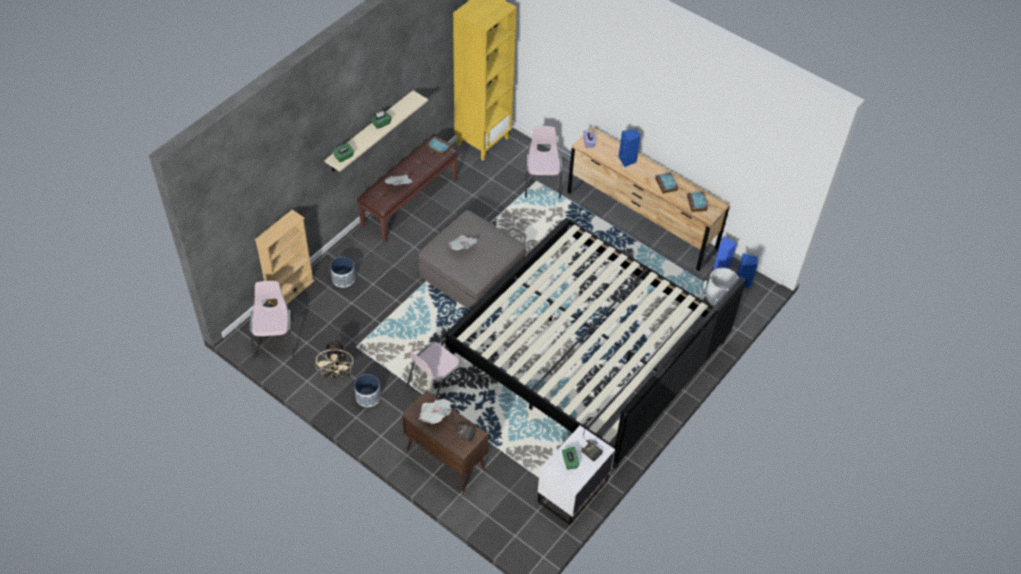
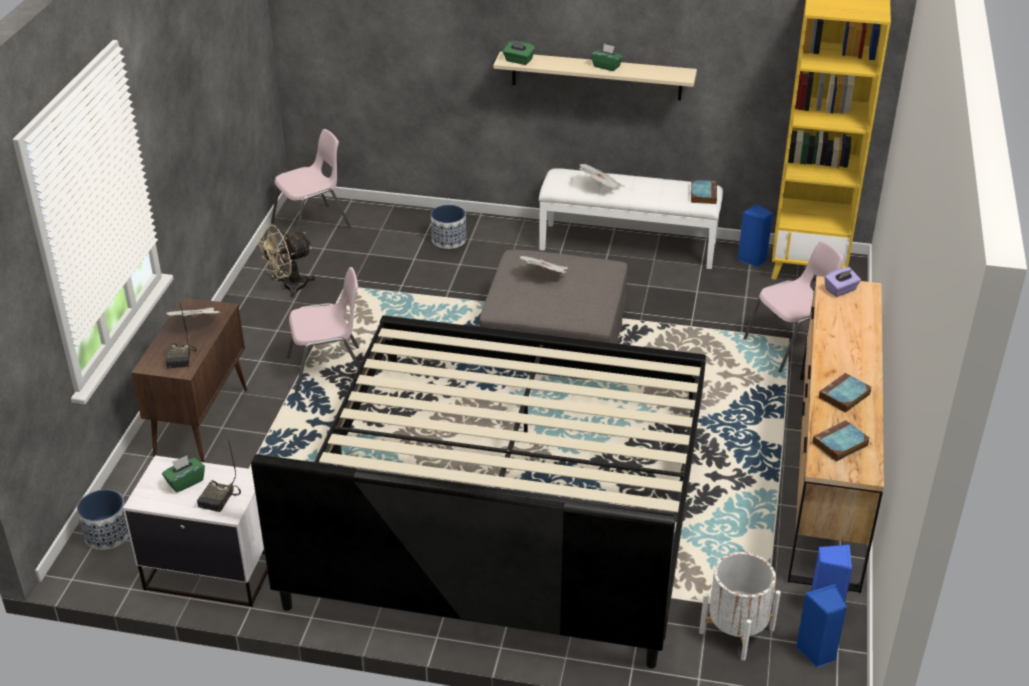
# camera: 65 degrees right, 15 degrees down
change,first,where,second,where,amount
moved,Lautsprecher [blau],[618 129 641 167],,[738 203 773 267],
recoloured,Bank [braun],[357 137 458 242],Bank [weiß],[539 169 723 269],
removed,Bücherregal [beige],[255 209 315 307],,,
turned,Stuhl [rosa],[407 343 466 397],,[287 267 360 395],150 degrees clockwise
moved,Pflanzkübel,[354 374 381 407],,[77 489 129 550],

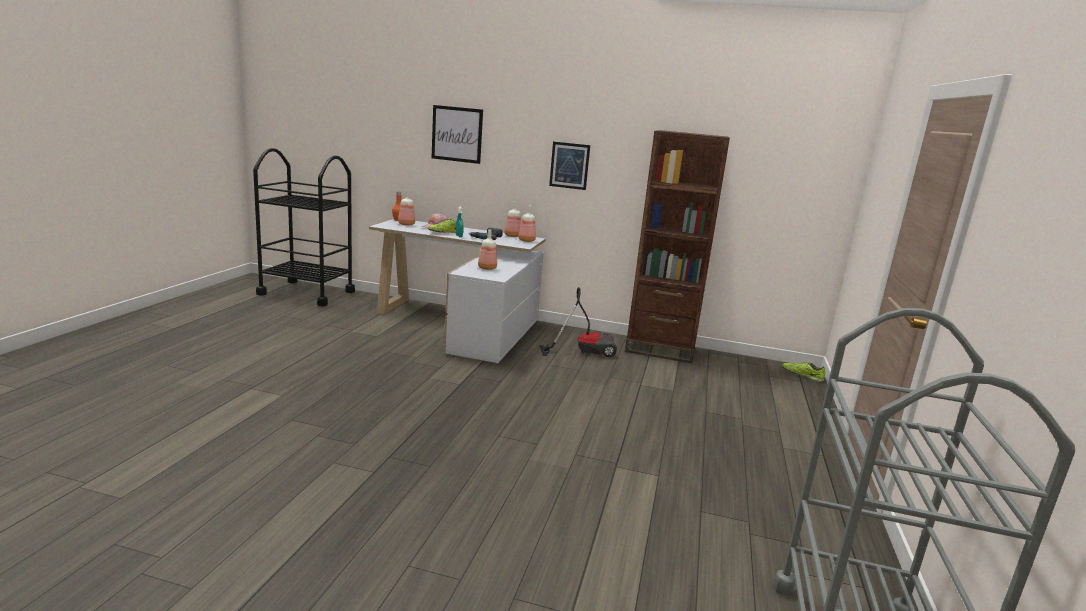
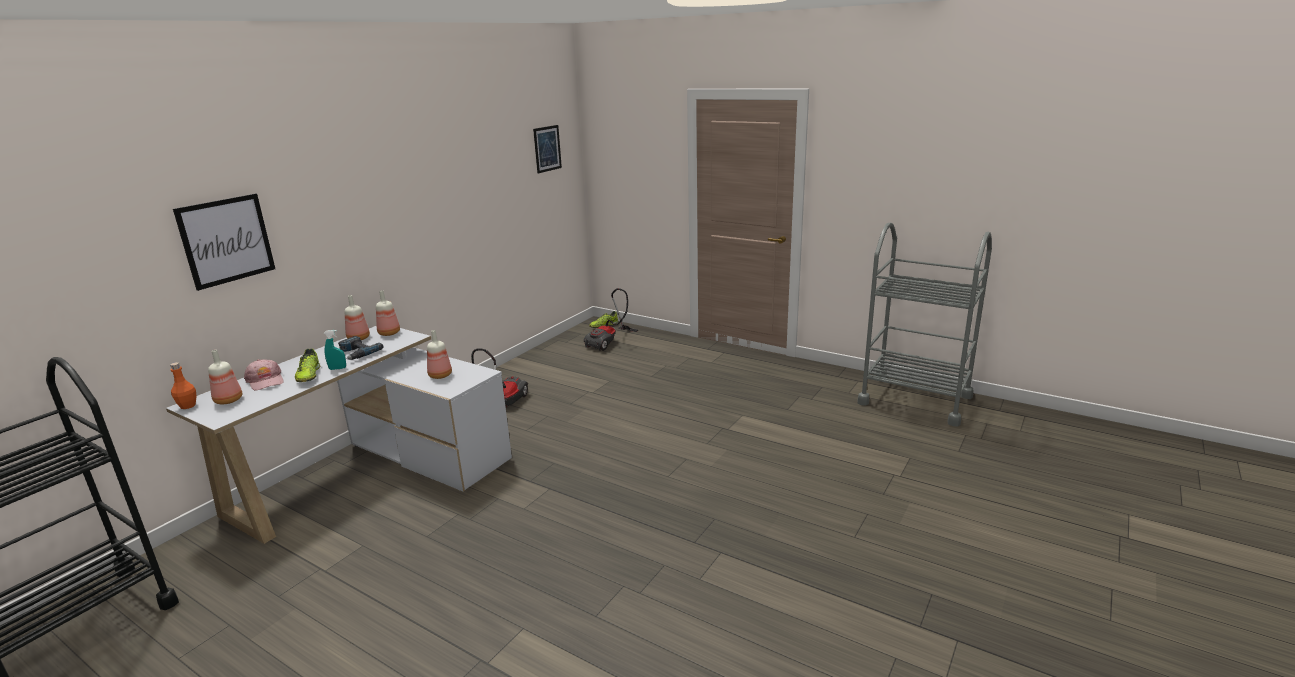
# camera: 70 degrees left, 5 degrees up
change,first,where,second,where,amount
removed,Bücherregal [braun],[625 130 730 363],,,
moved,Bild,[549 142 590 190],,[533 125 562 173],
added,,,Staubsauger,[584 288 639 351],

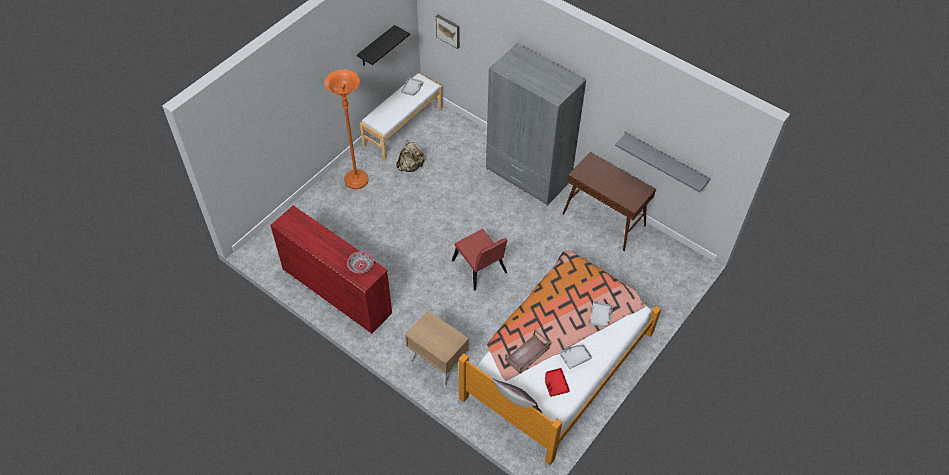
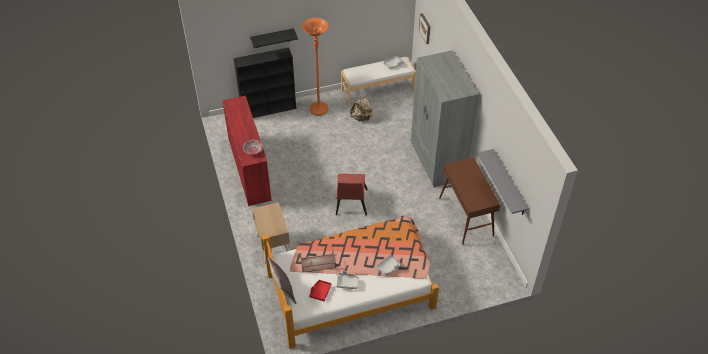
# camera: 35 degrees right, 5 degrees down
change,first,where,second,where,amount
moved,Wandregal [schwarz],[357 25 410 65],,[250 28 298 48],
added,,,Bücherregal [schwarz],[234 47 296 118],

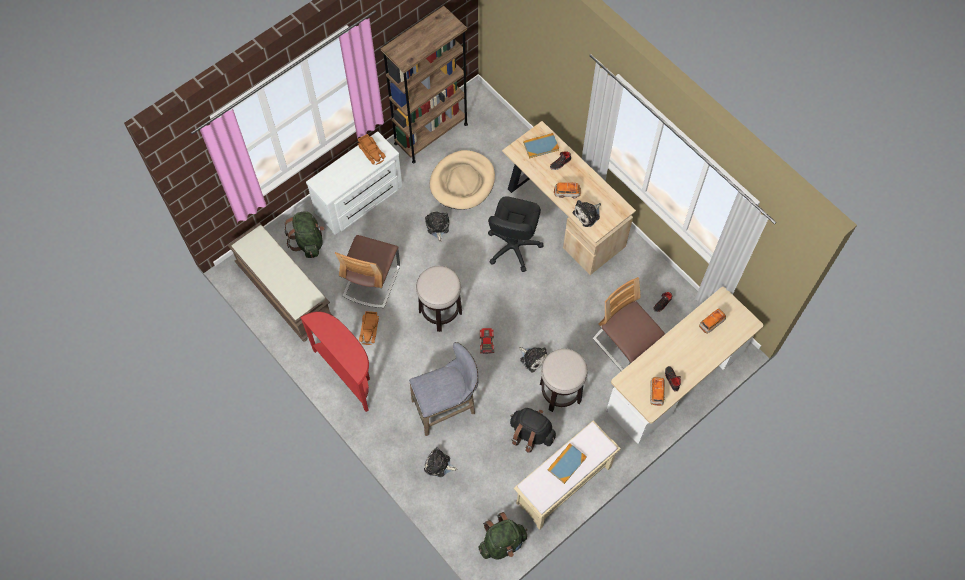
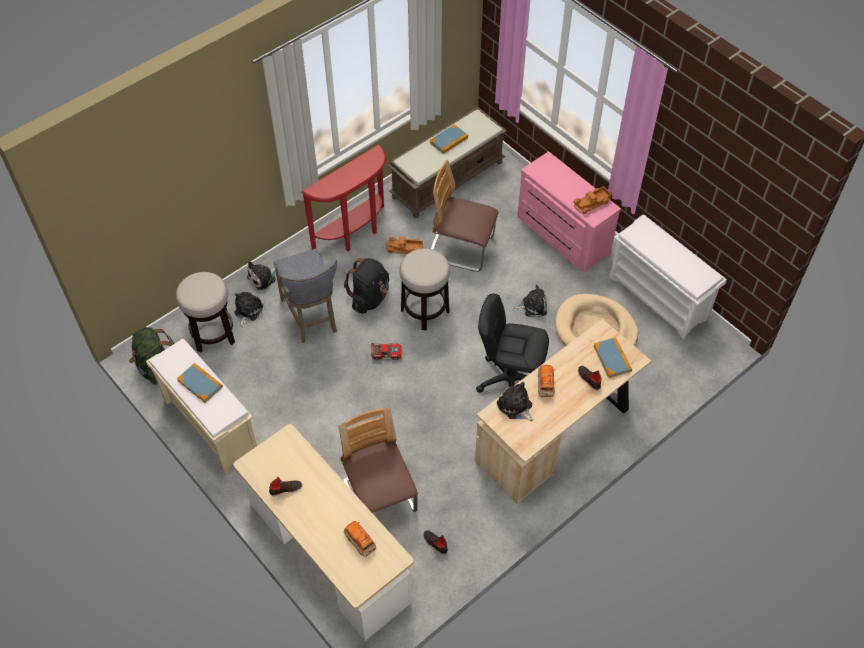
# camera: 90 degrees right, 10 degrees down
change,first,where,second,where,amount
replaced,Bücherregal [braun],[381 6 468 164],Bank [weiß],[609 214 727 339],
recoloured,Kommode [weiß],[306 131 402 235],Kommode [rosa],[517 151 621 273],
removed,Rucksack [grün],[284 211 324 258],,,
turned,Stuhl,[592 277 665 371],,[338 408 418 513],75 degrees counterclockwise
moved,Plüschtier,[519 347 547 373],,[247 261 276 290],
moved,Hocker,[540 349 588 412],,[176 272 235 352],
removed,Spielzeugauto,[650 377 665 406],,,
moved,Rucksack [schwarz],[510 408 556 453],,[344 258 389 314],
added,,,Buch,[430 124 468 154],

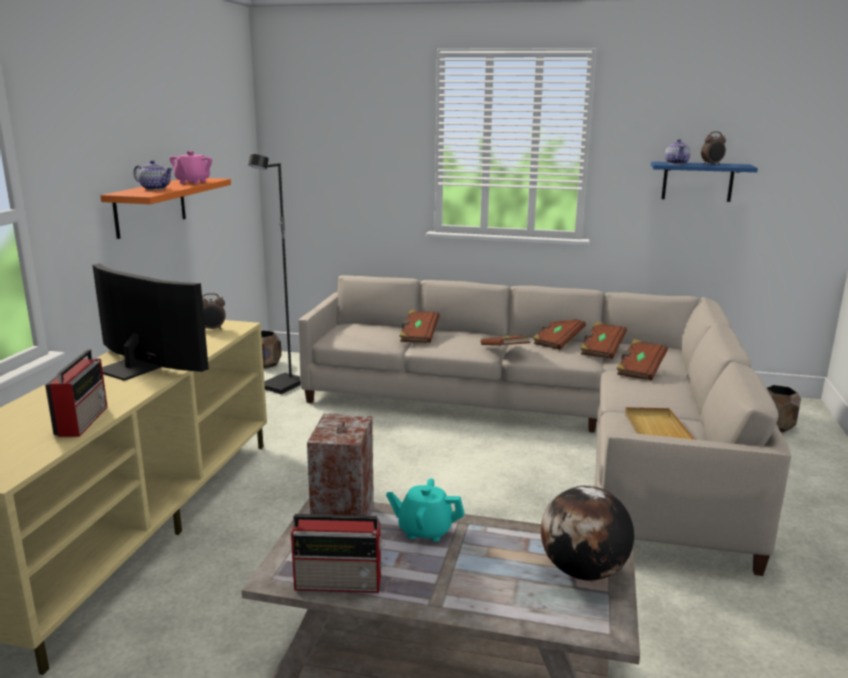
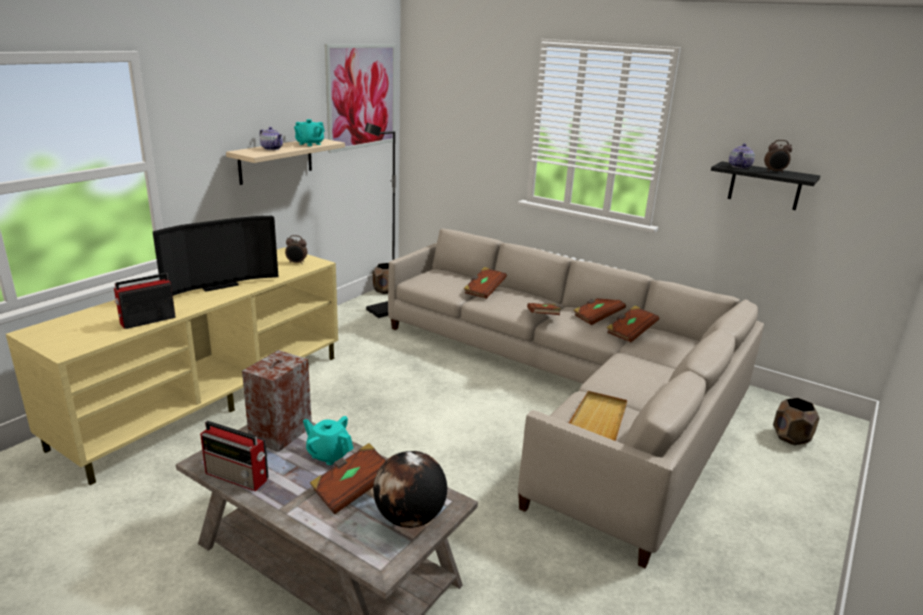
# camera: 20 degrees right, 5 degrees up
change,first,where,second,where,amount
recoloured,Teekanne [rosa],[170 151 212 184],Teekanne [türkis],[294 119 325 146],
recoloured,Wandregal [blau],[651 162 758 202],Wandregal [schwarz],[711 161 820 210],
recoloured,Wandregal [orange],[100 178 231 239],Wandregal [beige],[226 139 345 185],
turned,Fernseher,[93 263 209 381],,[152 216 278 296],90 degrees clockwise
moved,Buch [braun],[616 339 668 380],,[310 443 386 515],
turned,Radio,[45 349 108 437],,[114 273 176 329],150 degrees counterclockwise
added,,,Bild,[325 44 396 153],

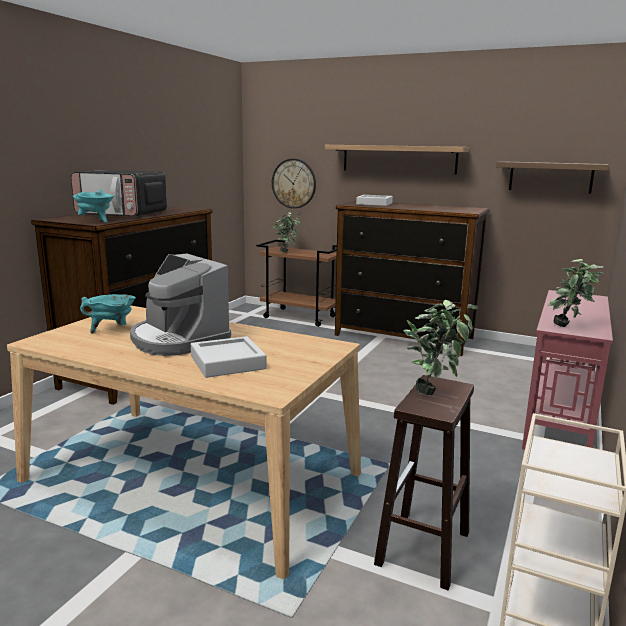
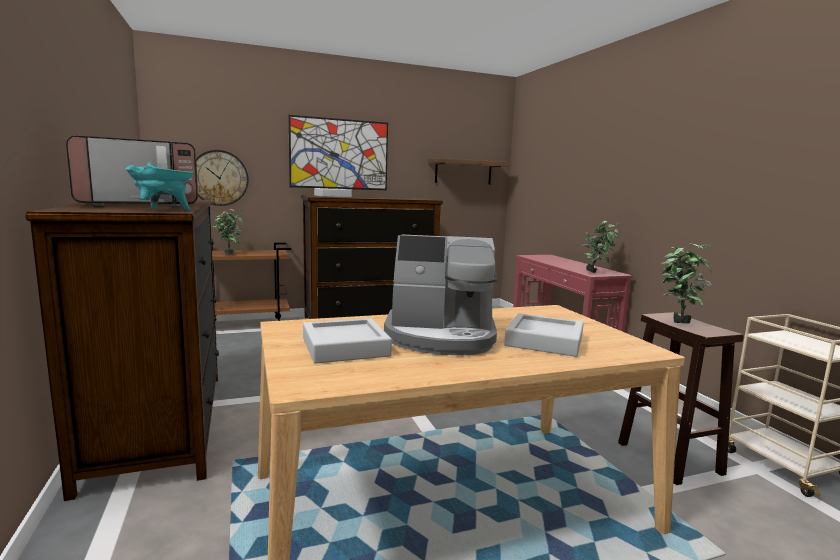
# camera: 45 degrees left, 5 degrees down
change,first,where,second,where,amount
replaced,Wandregal,[325 145 469 175],Bild,[288 115 388 190],
replaced,Kochtopf [türkis],[80 294 136 334],Tablett [grau],[303 318 392 364],

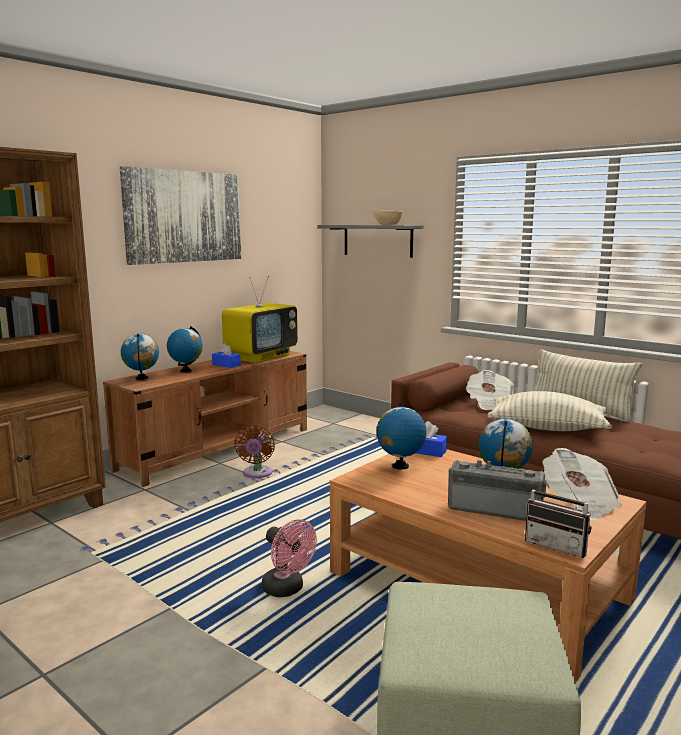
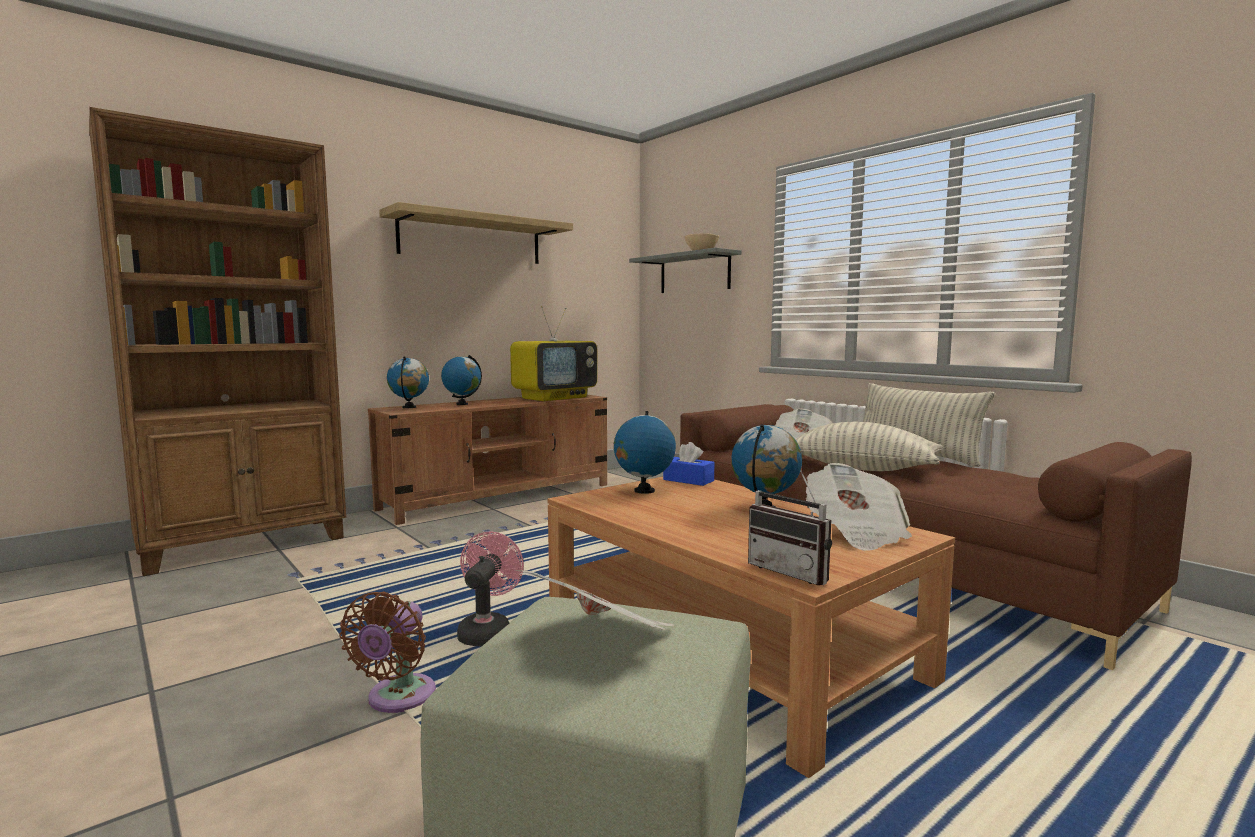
# camera: 10 degrees right, 5 degrees down
change,first,where,second,where,amount
replaced,Bild,[120 166 241 265],Wandregal,[379 202 573 264],
removed,Taschentuchbox [blau],[212 343 241 368],,,
moved,Ventilator [braun],[234 425 275 478],,[339 592 436 713],
removed,Radio,[448 460 547 521],,,
turned,Ventilator [rosa],[262 519 317 597],,[457 532 524 646],135 degrees counterclockwise
added,,,Zeitung,[515 570 674 629],

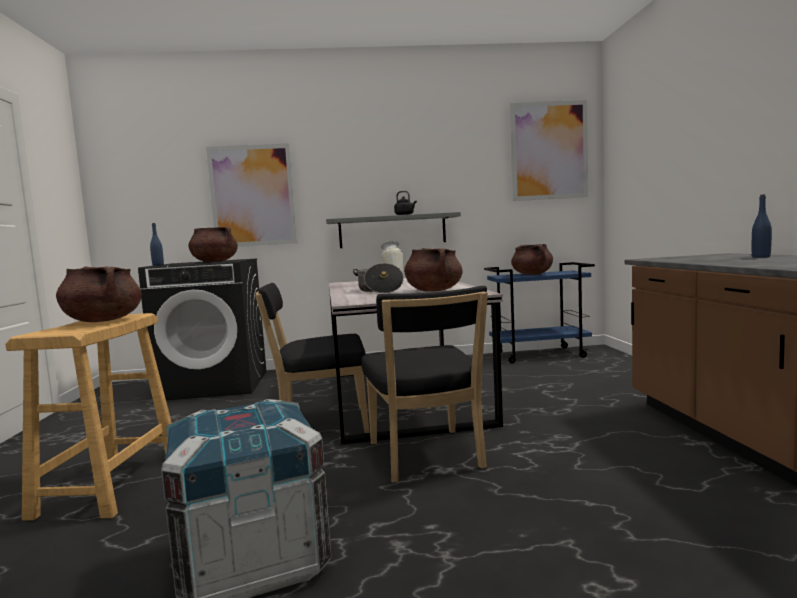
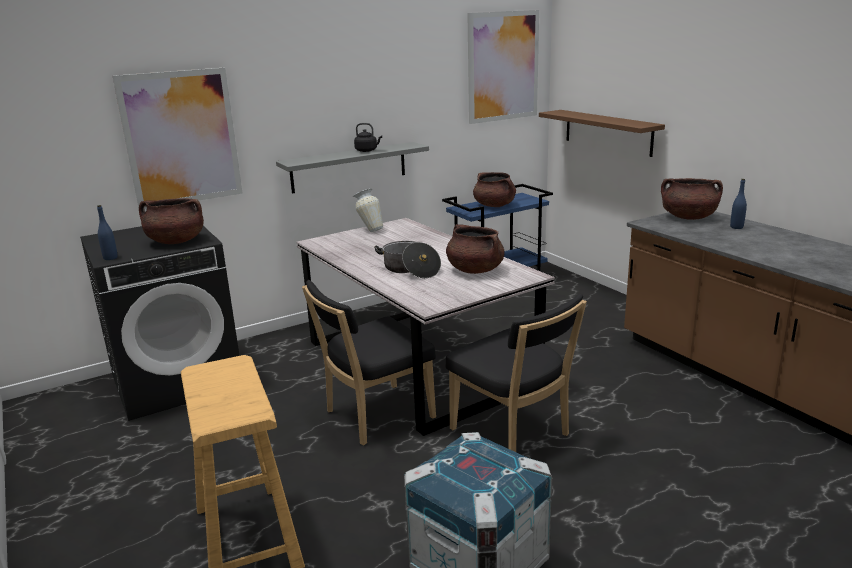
# camera: 25 degrees left, 15 degrees up
change,first,where,second,where,amount
moved,Kochtopf [braun],[56 267 142 322],,[661 178 723 220],
added,,,Wandregal [braun],[539 110 665 157],

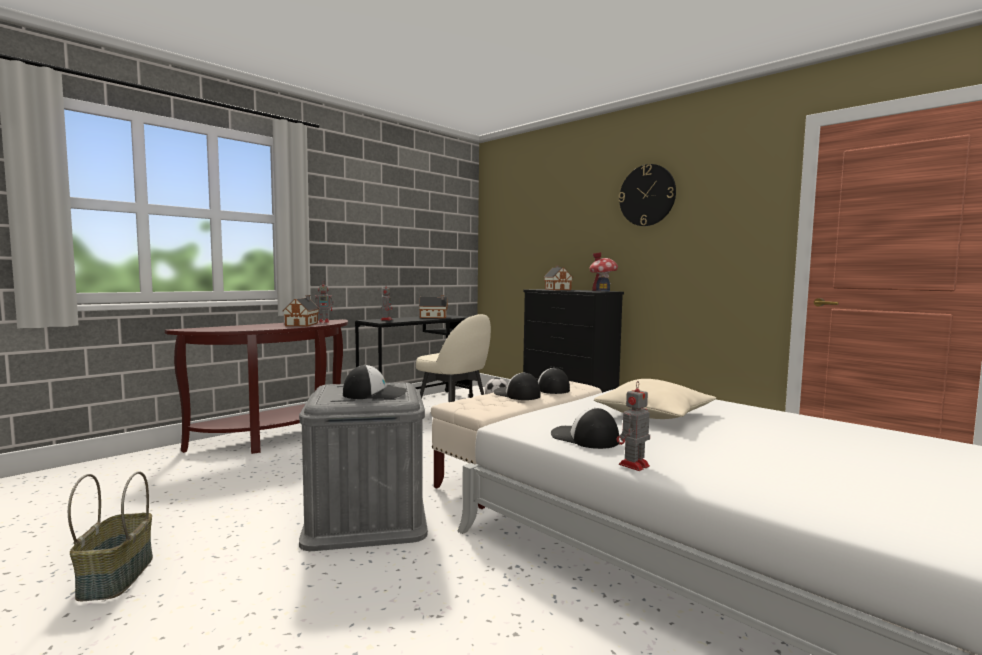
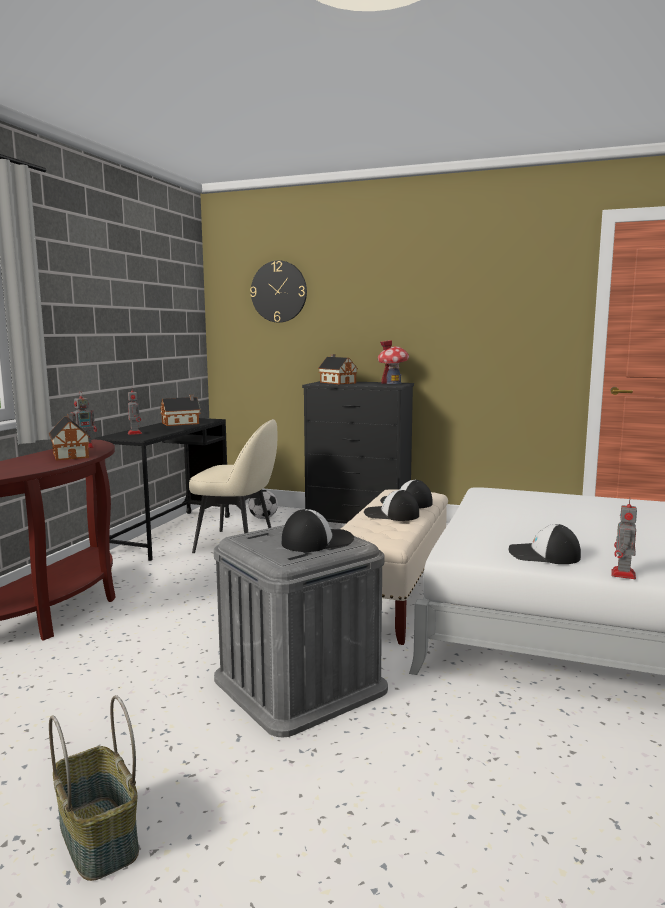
# camera: 25 degrees left, 5 degrees up
change,first,where,second,where,amount
moved,Wanduhr,[619 164 676 226],,[250 260 307 323],
removed,Kissen [beige],[594 379 716 419],,,

